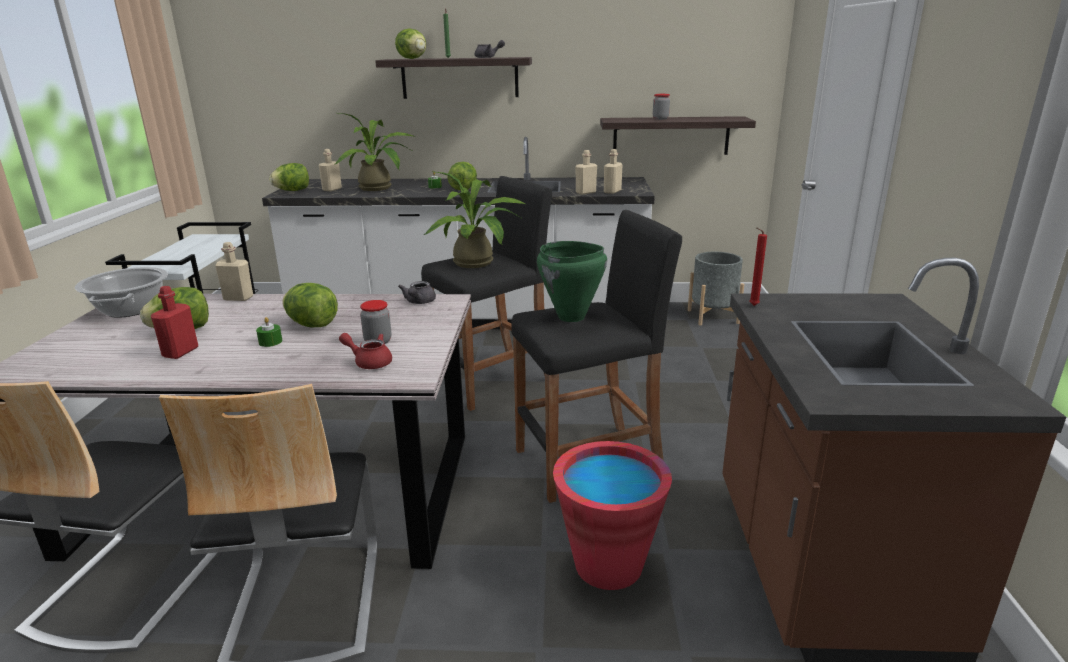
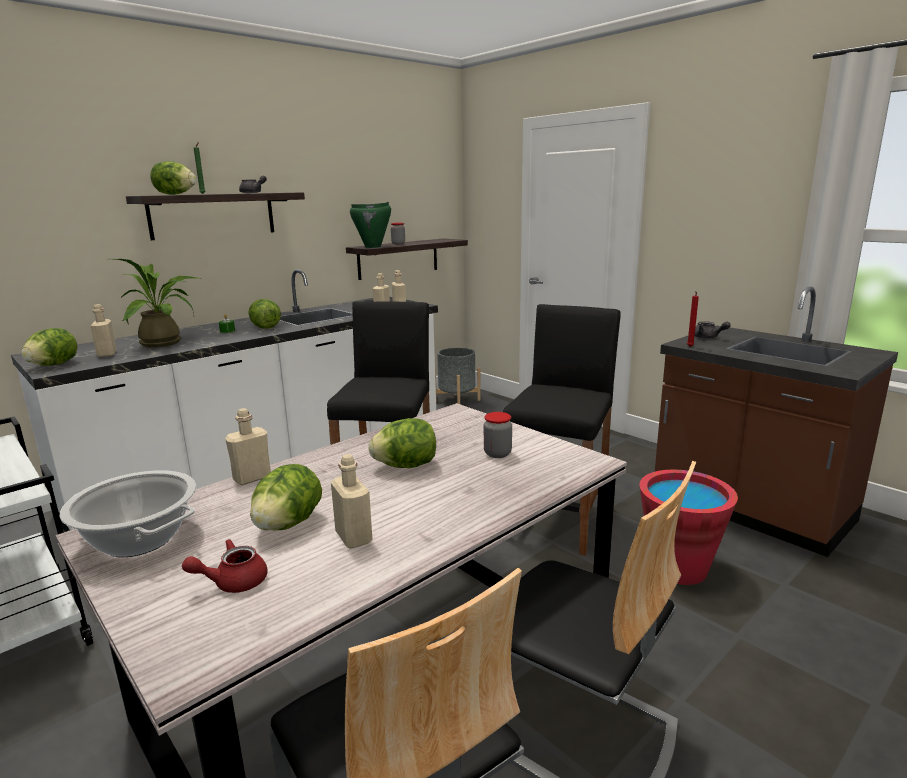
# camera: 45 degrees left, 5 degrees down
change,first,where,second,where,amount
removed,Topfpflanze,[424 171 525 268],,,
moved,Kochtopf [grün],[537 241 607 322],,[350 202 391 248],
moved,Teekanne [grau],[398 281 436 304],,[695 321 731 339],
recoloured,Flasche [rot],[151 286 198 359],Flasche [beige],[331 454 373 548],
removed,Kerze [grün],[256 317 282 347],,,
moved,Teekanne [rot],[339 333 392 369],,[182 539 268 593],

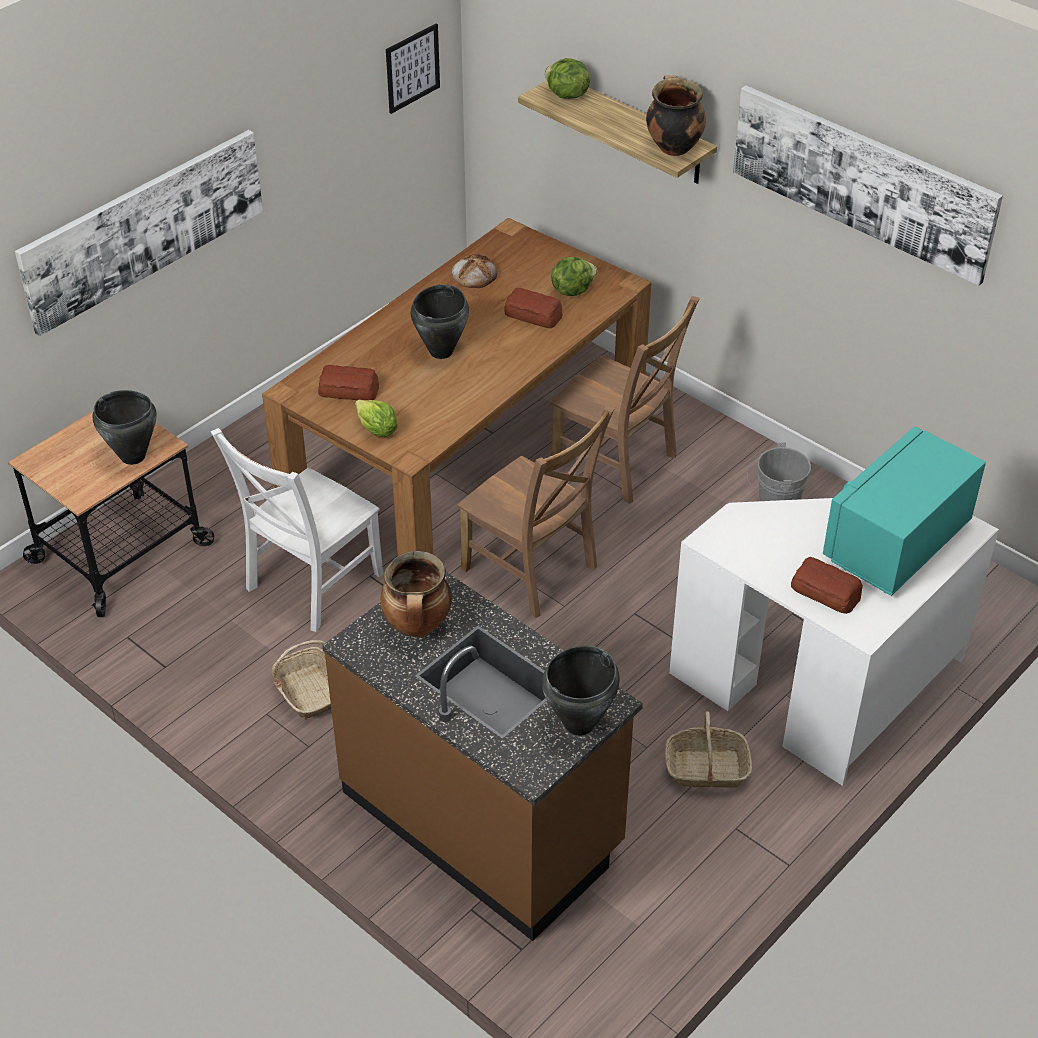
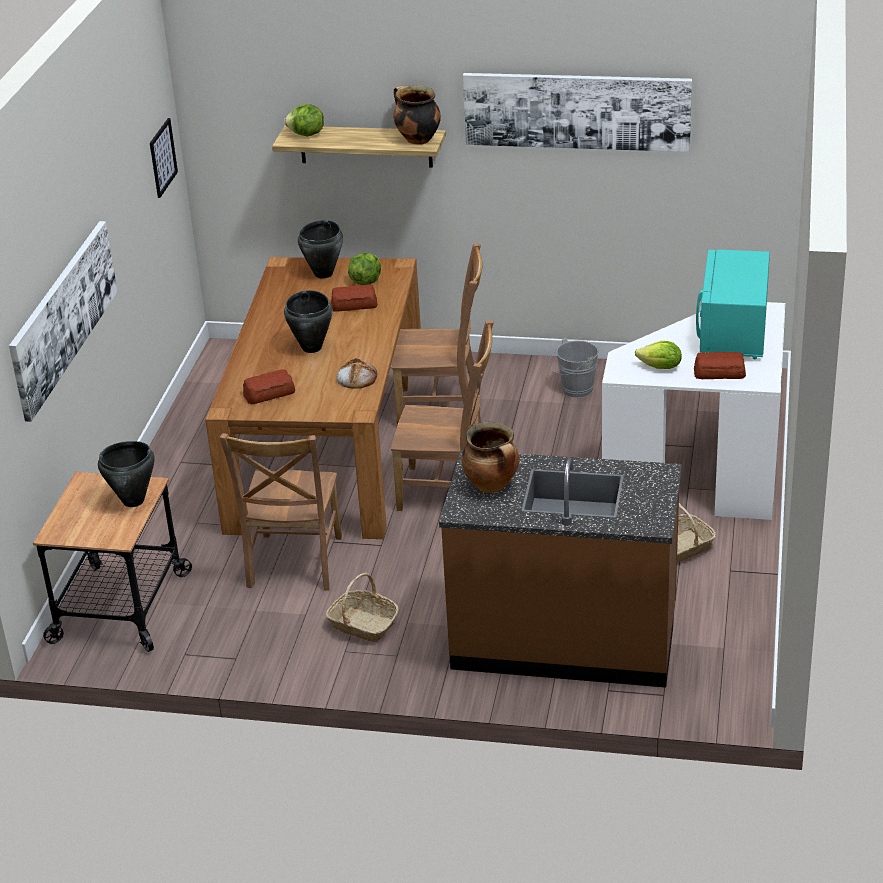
# camera: 30 degrees left, 10 degrees down
change,first,where,second,where,amount
moved,Brot,[452 254 498 288],,[336 358 377 389],
moved,Salatkopf,[355 399 398 437],,[635 341 682 369],
recoloured,Stuhl [weiß],[210 428 383 632],Stuhl [braun],[219 433 342 591],
moved,Kochtopf [schwarz],[542 645 620 736],,[298 220 343 279],

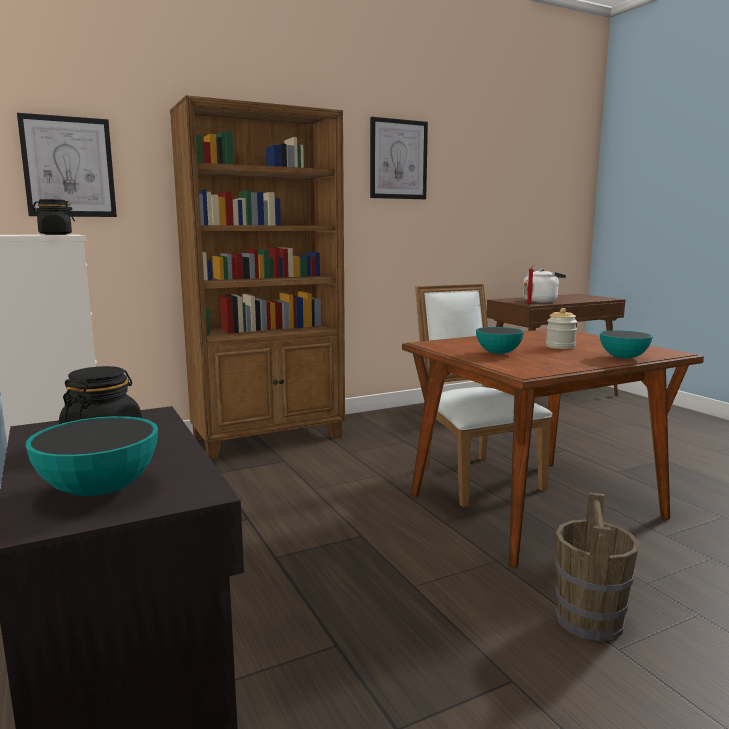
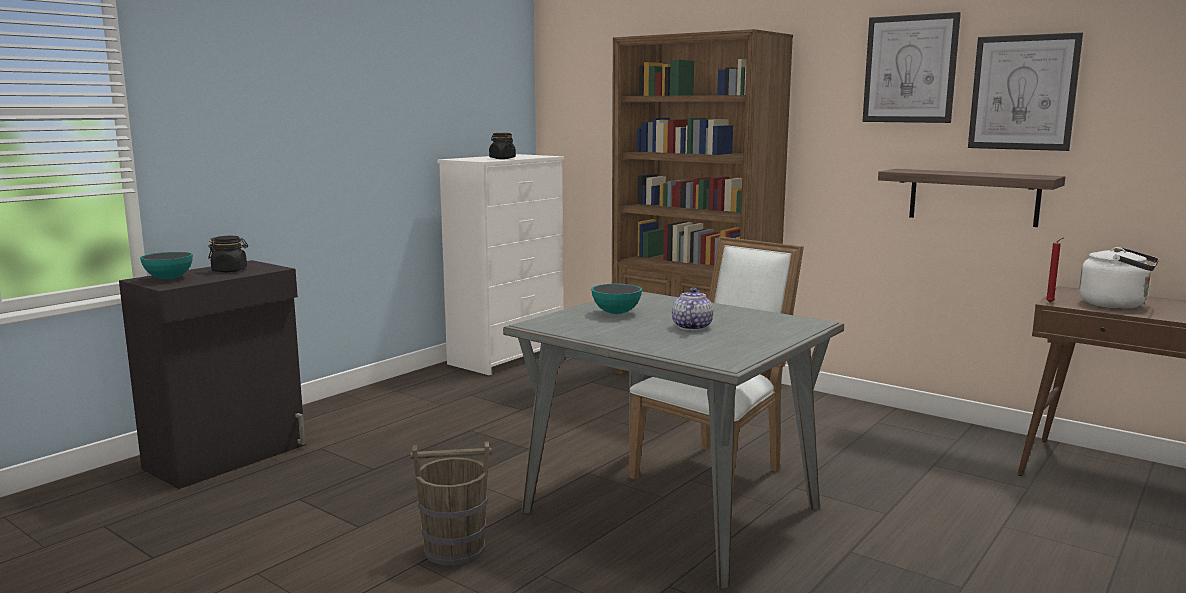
# camera: 65 degrees right, 0 degrees up
change,first,where,second,where,amount
moved,Bild,[17 113 117 217],,[968 32 1083 151],
replaced,Vorratsglas,[546 308 578 349],Teekanne,[672 288 713 330],
recoloured,Esstisch [braun],[402 329 704 568],Esstisch [grau],[503 292 844 589],
removed,Schüssel,[600 330 653 359],,,
added,,,Wandregal,[878 169 1065 227],

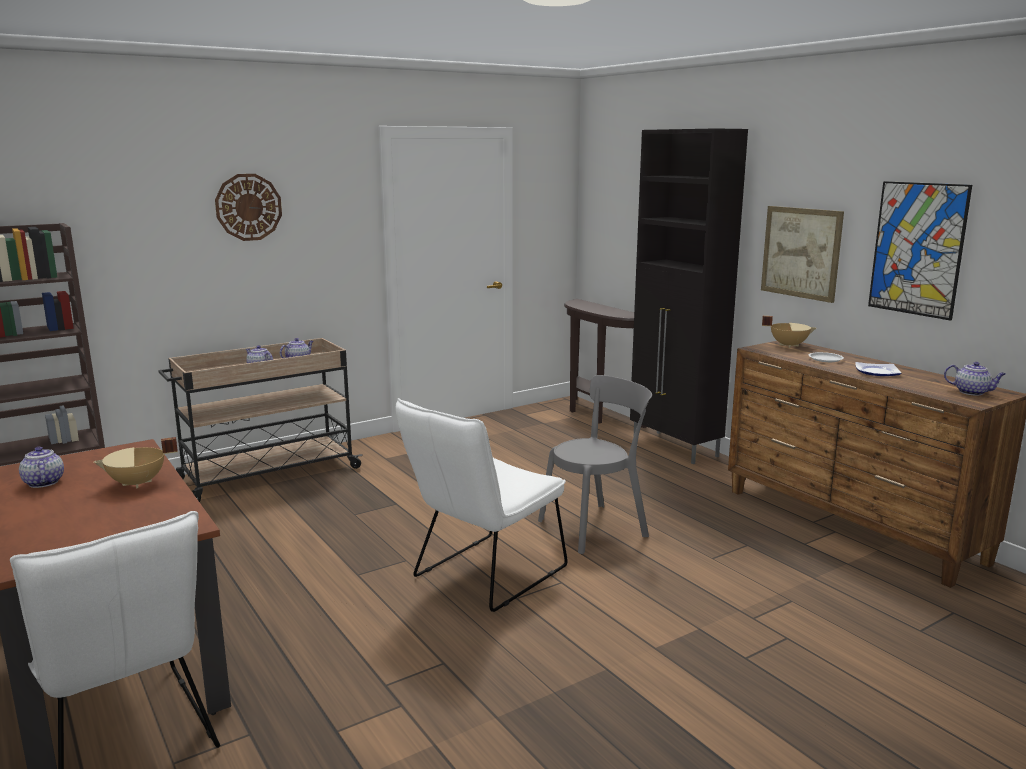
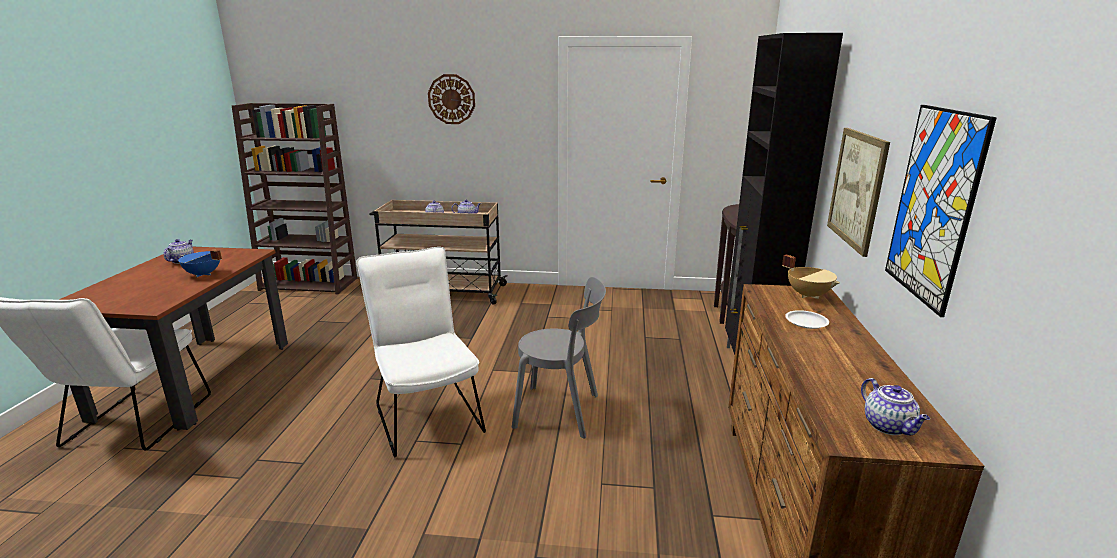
# camera: 40 degrees right, 5 degrees up
change,first,where,second,where,amount
removed,Teller,[855 362 901 376],,,
turned,Stuhl [weiß],[395 398 568 612],,[356 247 486 457],75 degrees clockwise
recoloured,Kochtopf [beige],[94 437 178 488],Kochtopf [blau],[178 250 222 277],

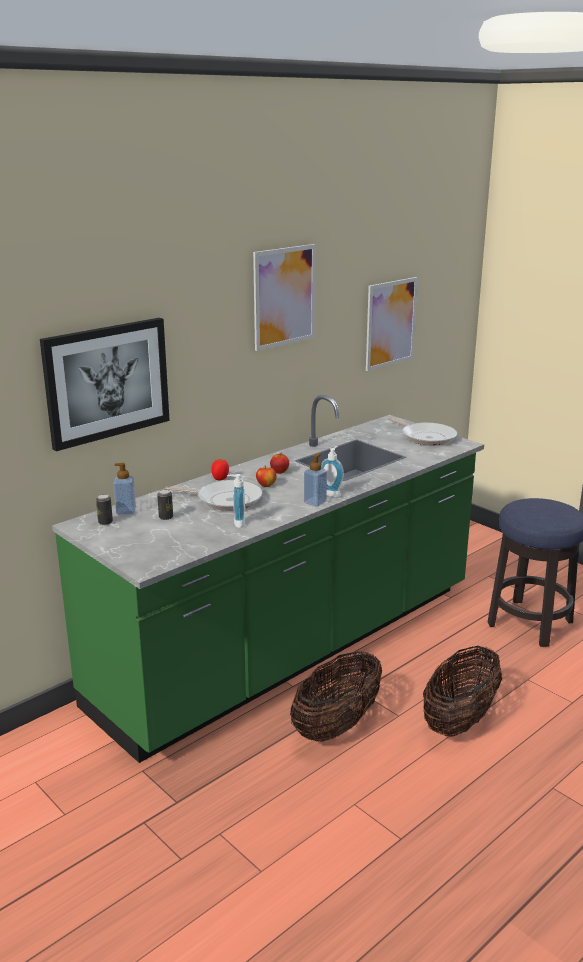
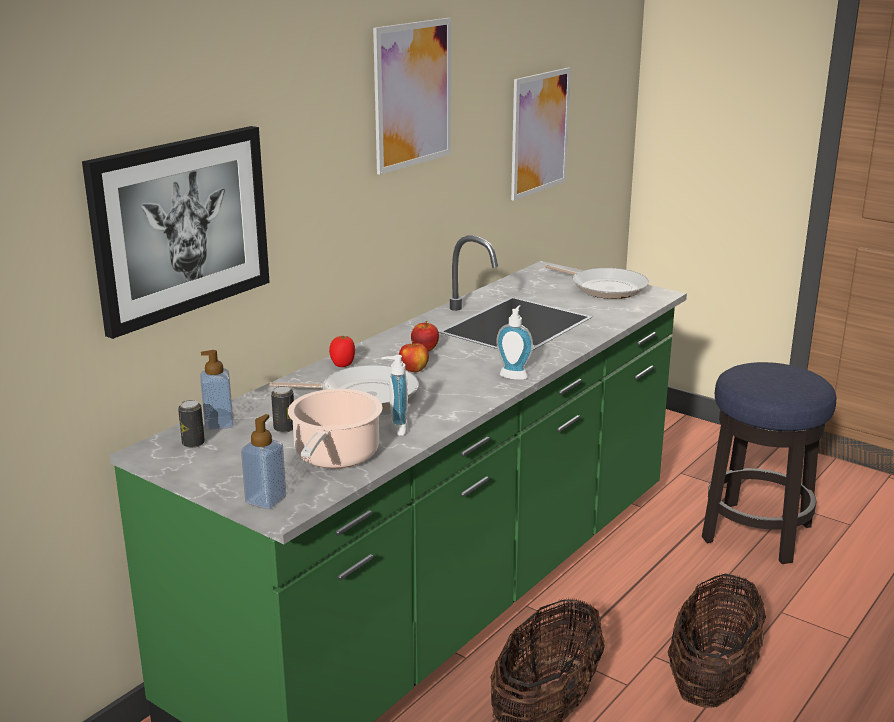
# camera: 10 degrees left, 0 degrees up
change,first,where,second,where,amount
moved,Seifenspender,[304 453 327 506],,[241 414 286 509],
added,,,Kochtopf,[288 389 383 468],

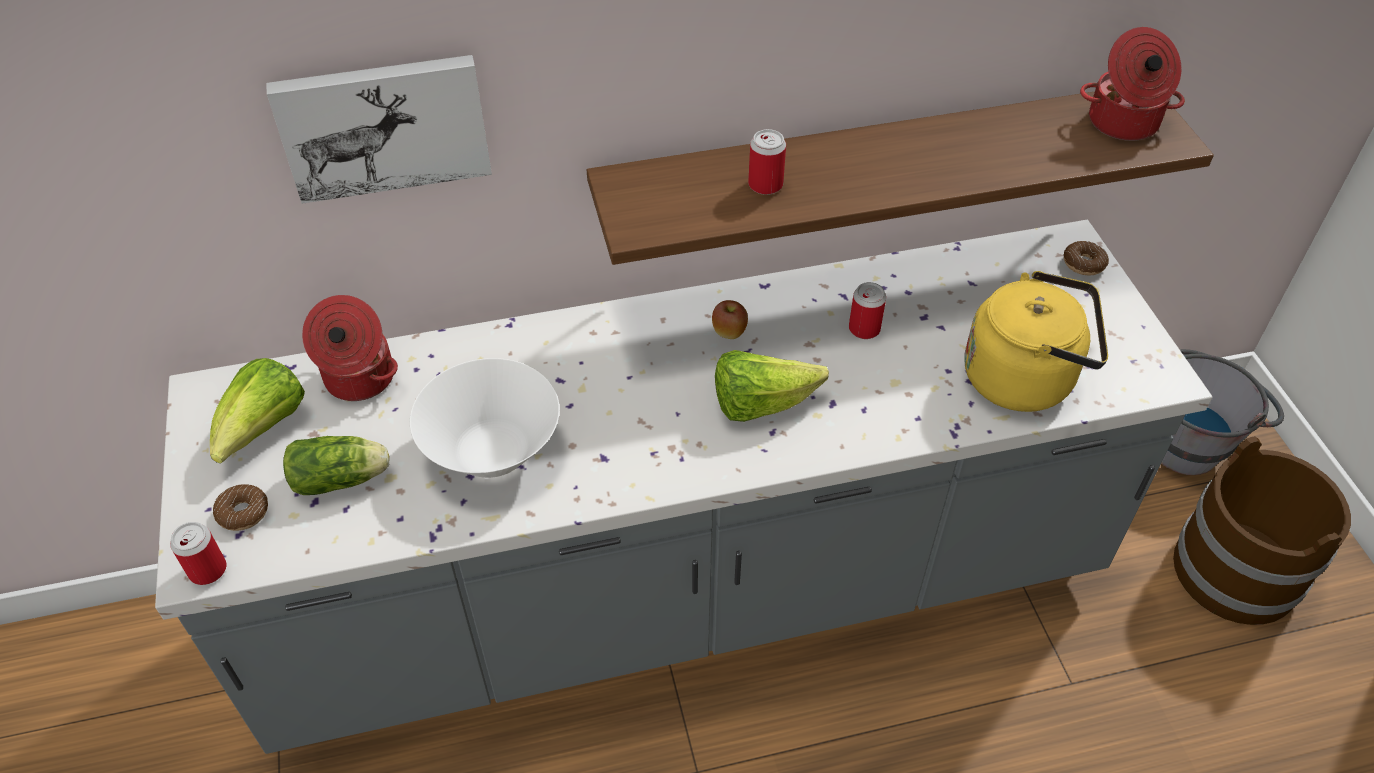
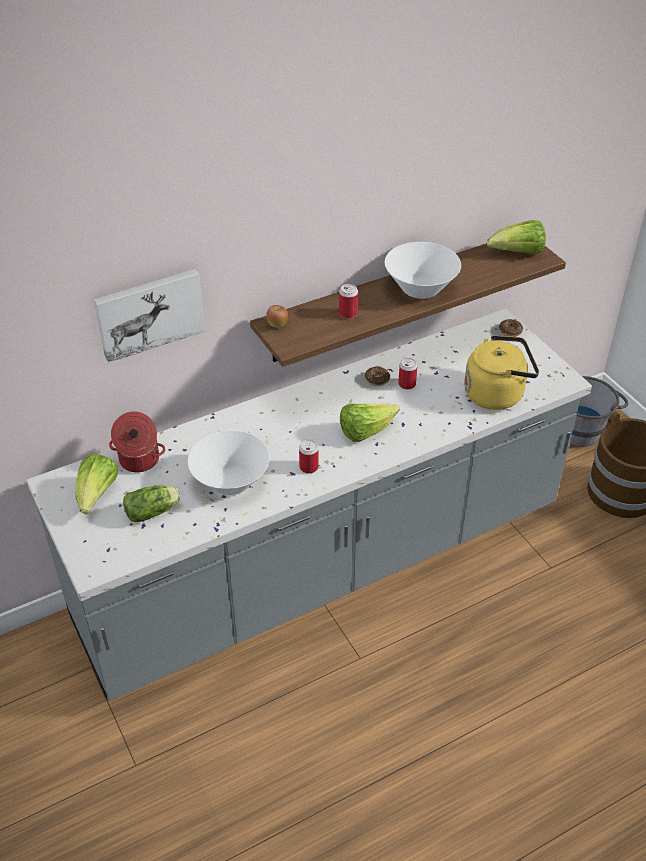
# camera: 15 degrees left, 5 degrees down
change,first,where,second,where,amount
replaced,Kochtopf,[1080 27 1185 141],Salatkopf,[487 220 546 254],
moved,Apfel,[712 300 748 339],,[266 305 288 328],
moved,Donut,[213 484 268 531],,[365 367 390 386],
moved,Dose,[170 522 226 585],,[299 440 319 474],
added,,,Schüssel [weiß],[385 242 461 299],

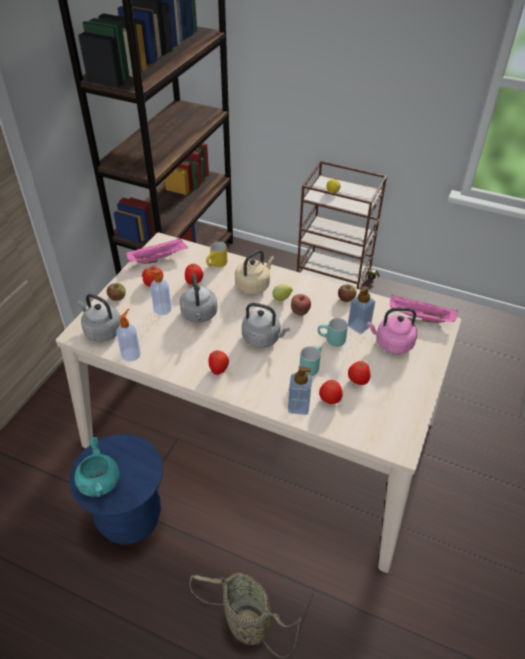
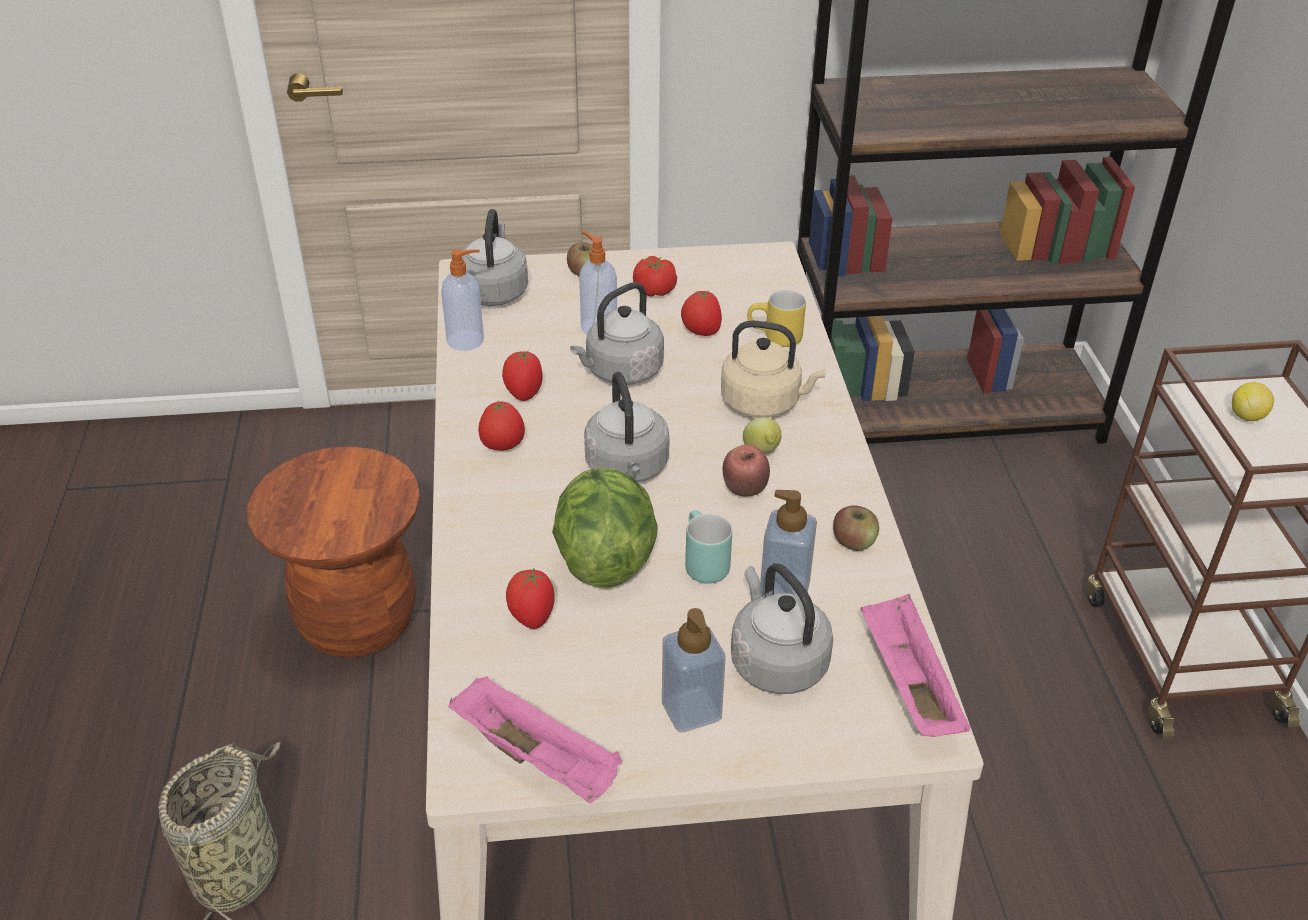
# camera: 60 degrees right, 5 degrees down
change,first,where,second,where,amount
moved,Tablett [rosa],[126 237 188 264],,[448 676 622 803],
recoloured,Wasserkessel [rosa],[367 307 417 354],Wasserkessel [grau],[731 563 833 694],
replaced,Henkelbecher [türkis],[299 345 322 376],Salatkopf,[552 467 658 587],
moved,Tomate,[348 361 370 385],,[502 350 542 401],
moved,Seifenspender,[288 366 312 415],,[662 608 726 732],
recoloured,Hocker [blau],[69 434 163 544],Hocker [braun],[247 446 420 658],
removed,Kochtopf [türkis],[74 437 120 497],,,

